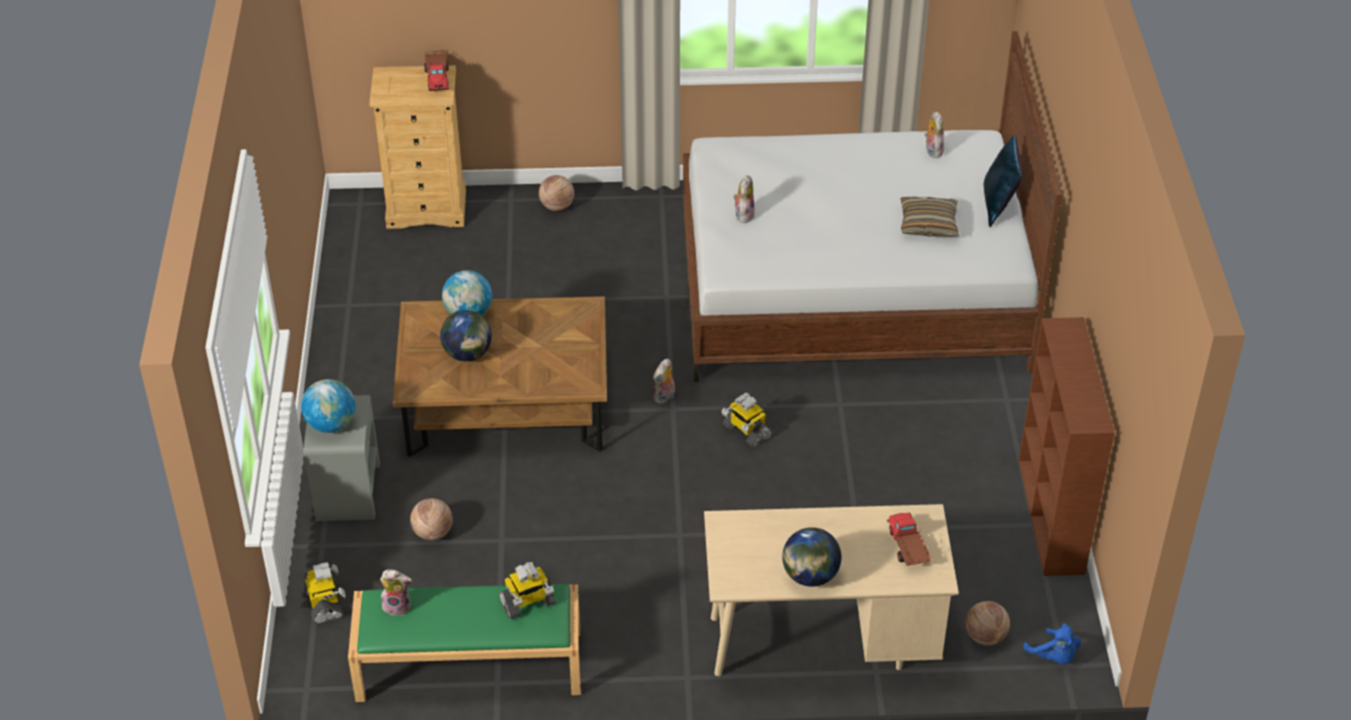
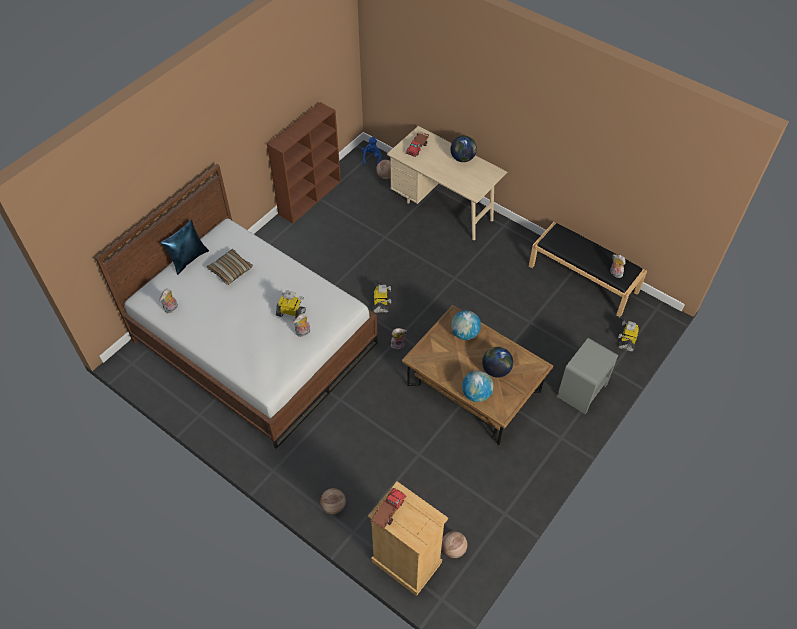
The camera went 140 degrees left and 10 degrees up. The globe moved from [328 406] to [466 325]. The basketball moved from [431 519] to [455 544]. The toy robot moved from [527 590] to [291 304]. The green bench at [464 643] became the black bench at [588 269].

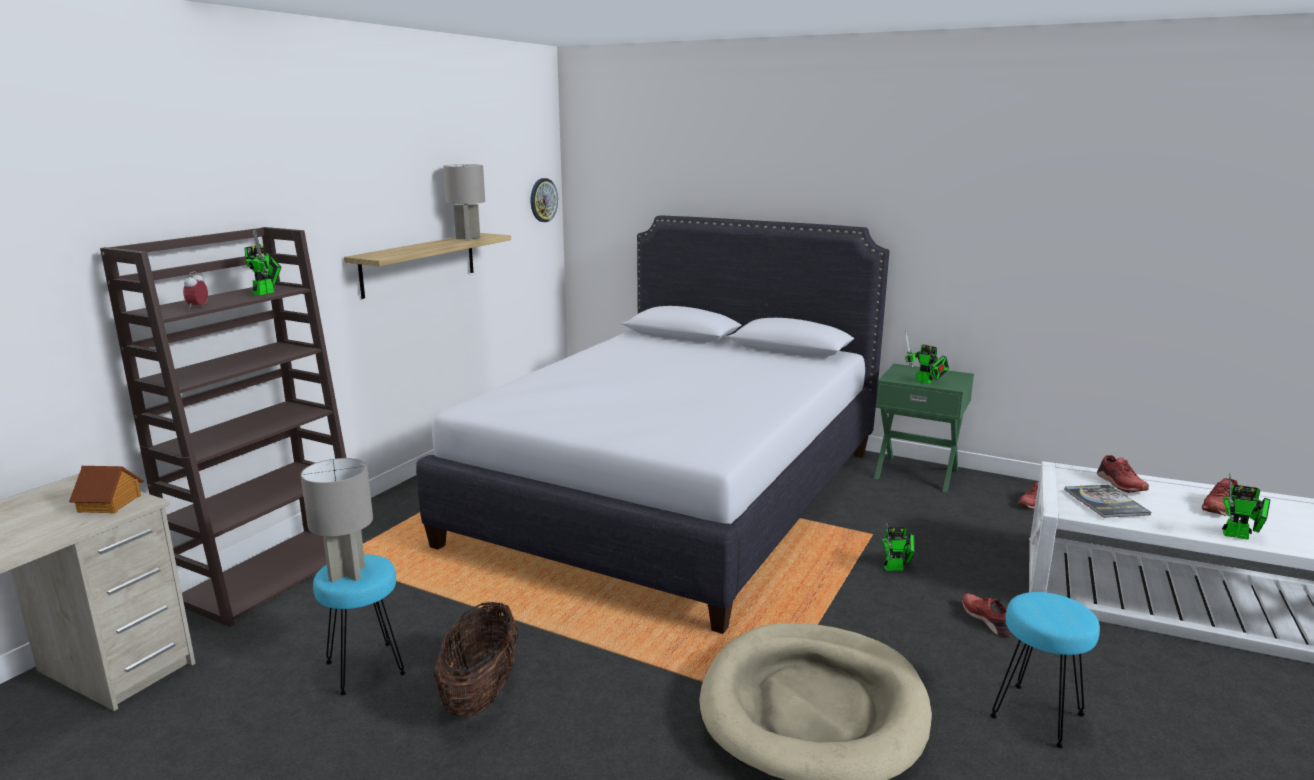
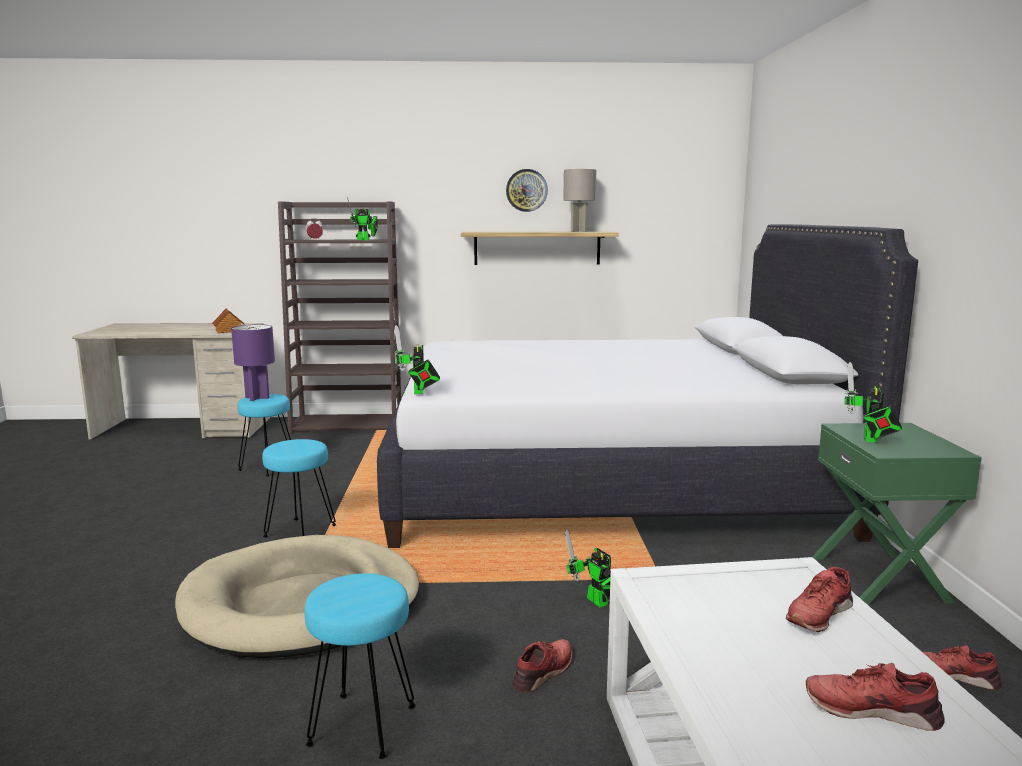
The camera went 60 degrees right and 5 degrees down. The basket at [476 658] disappeared. The book at [1107 501] disappeared. The turquoise stool at [299 488] appeared. The wall clock moved from [544 200] to [527 190]. The toy robot moved from [1246 506] to [417 359]. The grey table lamp at [337 520] became the purple table lamp at [253 362].

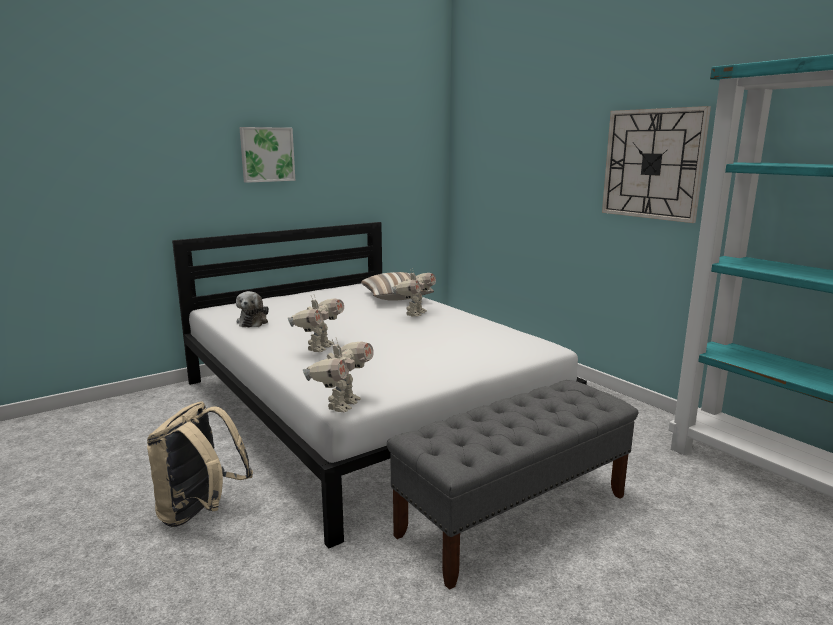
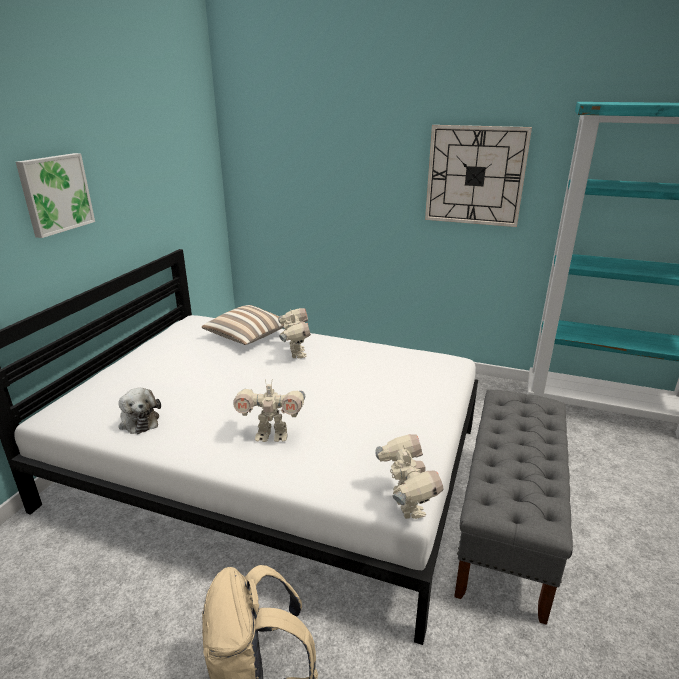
The camera went 35 degrees left and 10 degrees up. The toy robot at [316 323] turned 105 degrees clockwise.

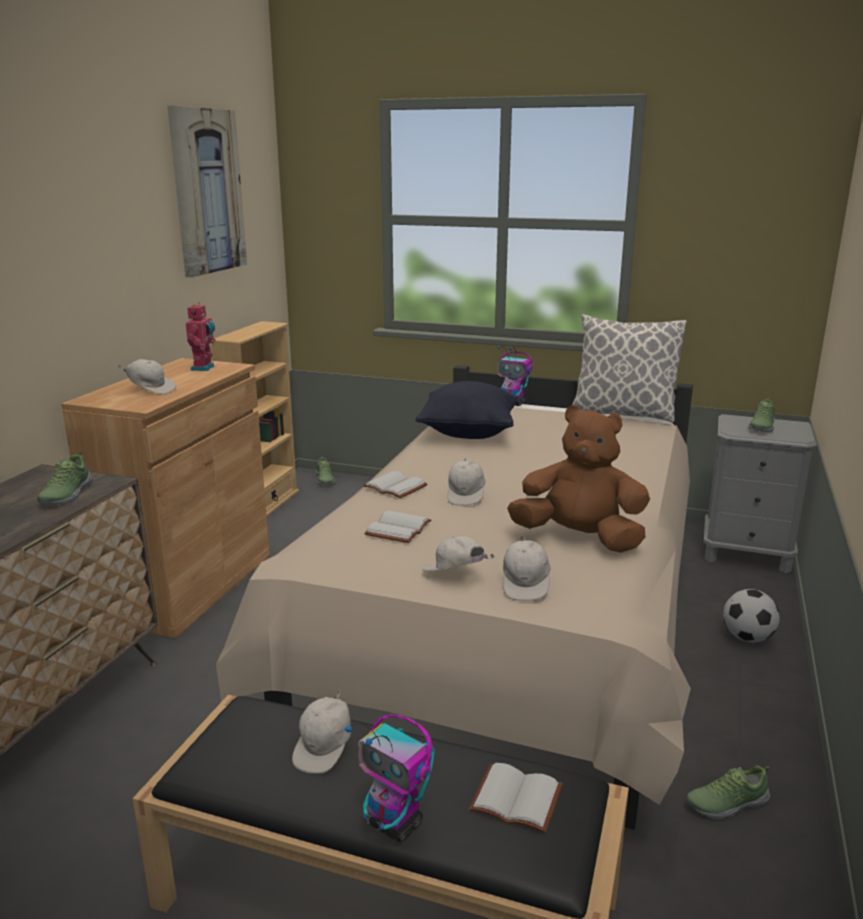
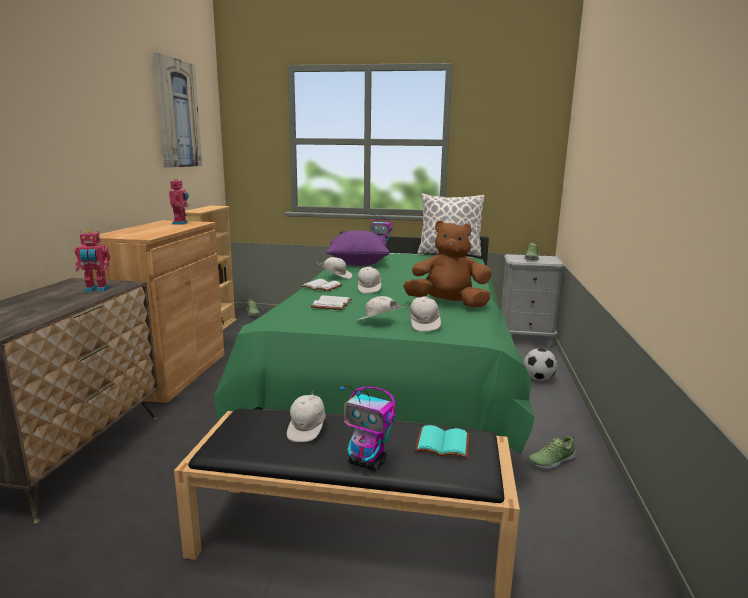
The camera went 10 degrees left and 5 degrees down. The white cap moved from [147 377] to [334 268]. The shoe at [65 478] was replaced by the toy robot at [92 261]. The beige bed at [454 597] became the green bed at [374 342]. The black pillow at [467 410] became the purple pillow at [358 248]. The white book at [515 798] became the turquoise book at [442 441].

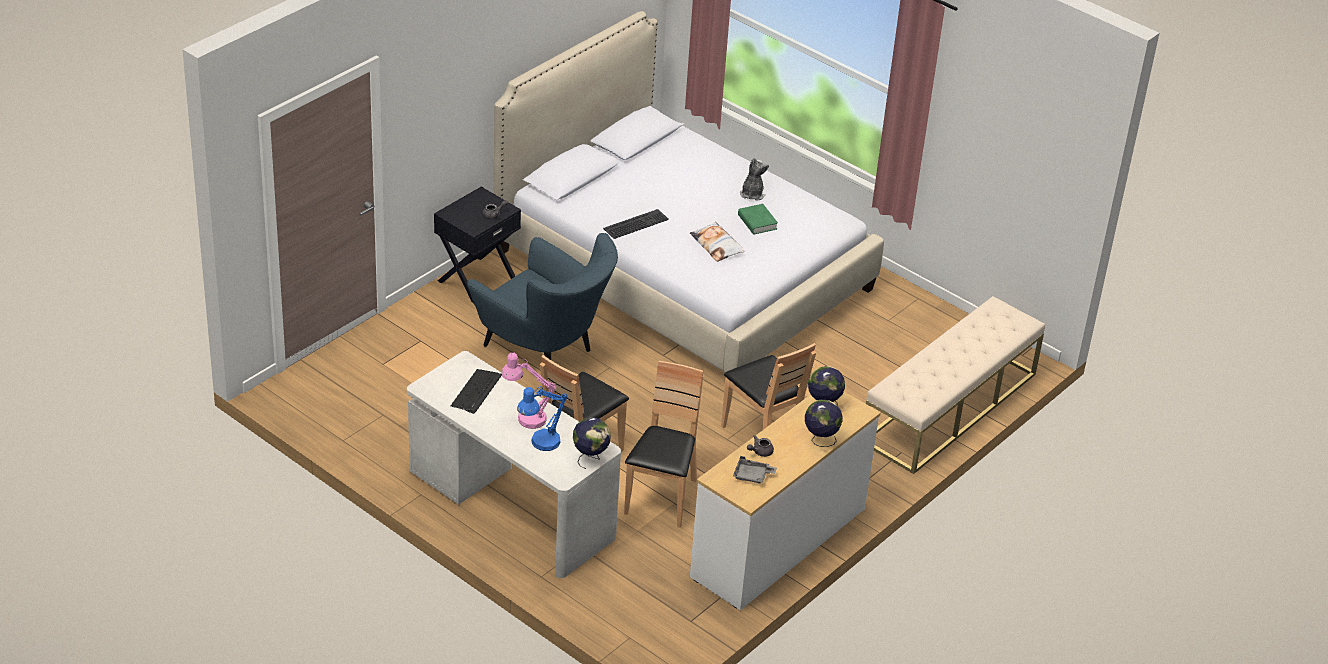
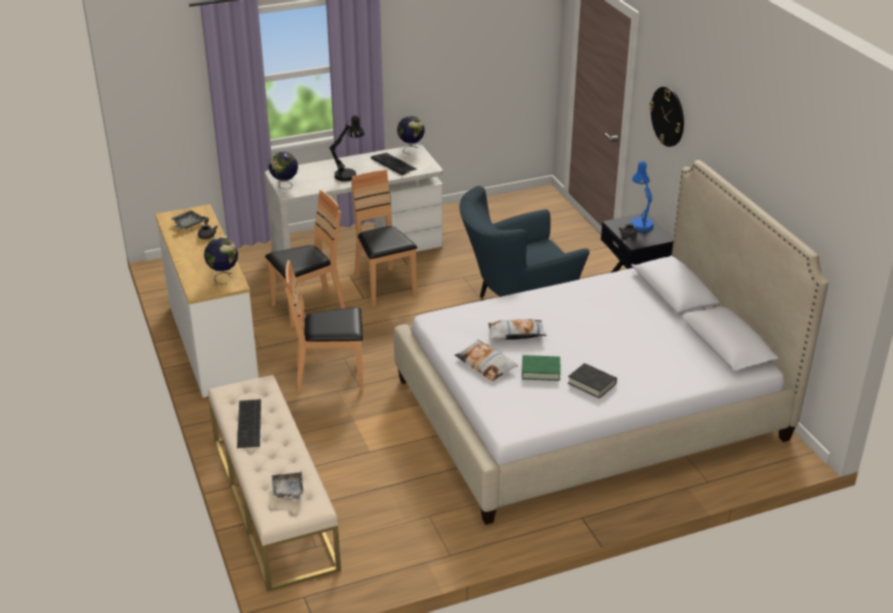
The camera went 120 degrees right and 5 degrees down. The grey tray at [288 486] appeared. The pillow at [486 360] appeared. The wall clock at [666 116] appeared. The blue table lamp moved from [542 418] to [642 196]. The keyboard moved from [636 224] to [249 423]. The globe moved from [824 423] to [411 135]. The plush toy at [754 179] was replaced by the black book at [592 381]. The pink table lamp at [528 391] became the black table lamp at [346 148]. The brown chair at [663 444] turned 75 degrees counterclockwise.

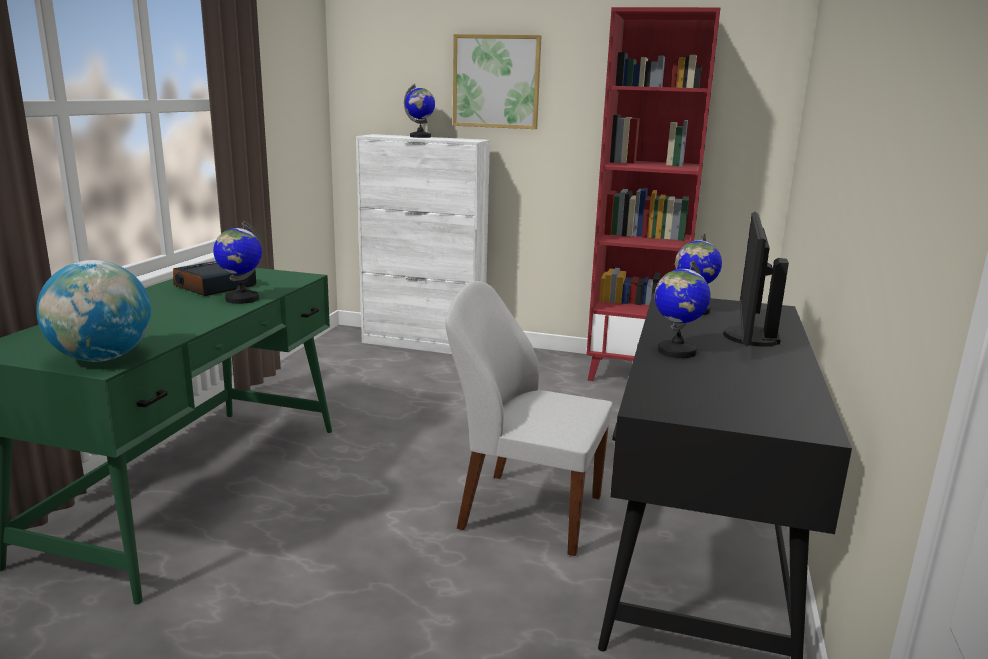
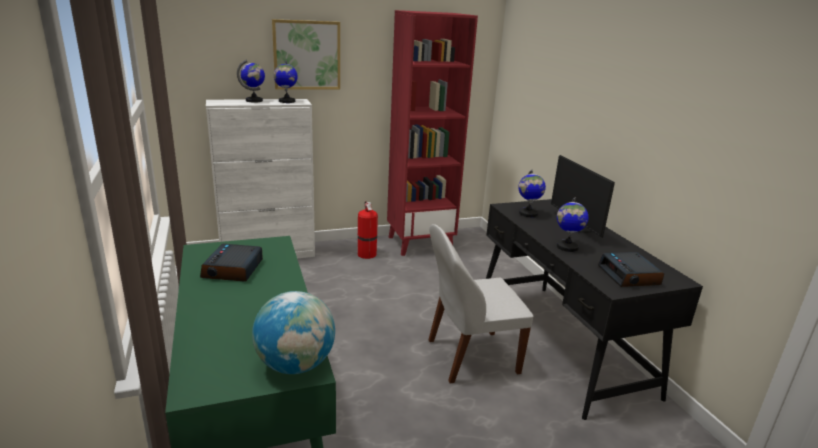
The camera went 35 degrees left and 5 degrees up. The fire extinguisher at [367 230] appeared. The alarm clock at [631 269] appeared. The globe moved from [237 262] to [286 81].

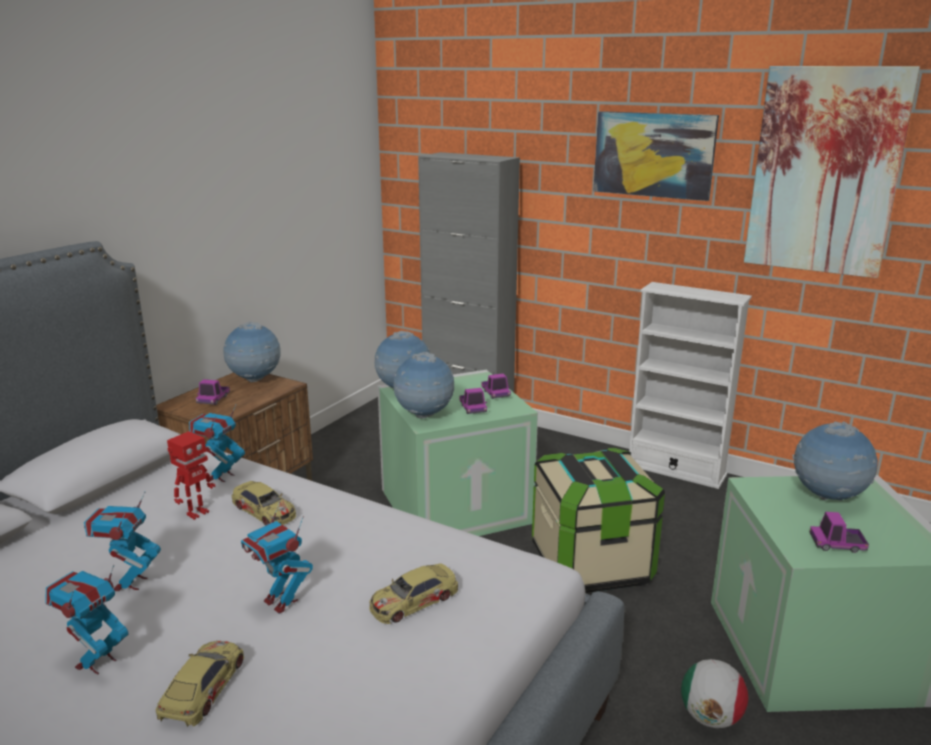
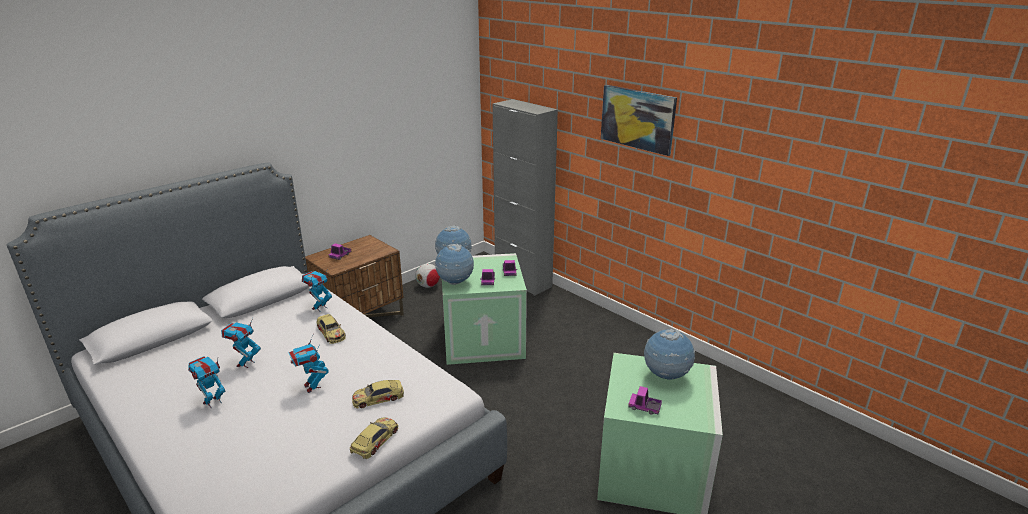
The camera went 15 degrees right and 5 degrees up. The toy robot at [191 475] disappeared. The globe at [252 352] disappeared. The storage box at [598 520] disappeared. The white bookcase at [690 385] disappeared. The picture at [832 172] disappeared. The toy car moved from [200 684] to [374 438]. The football moved from [714 693] to [428 276].

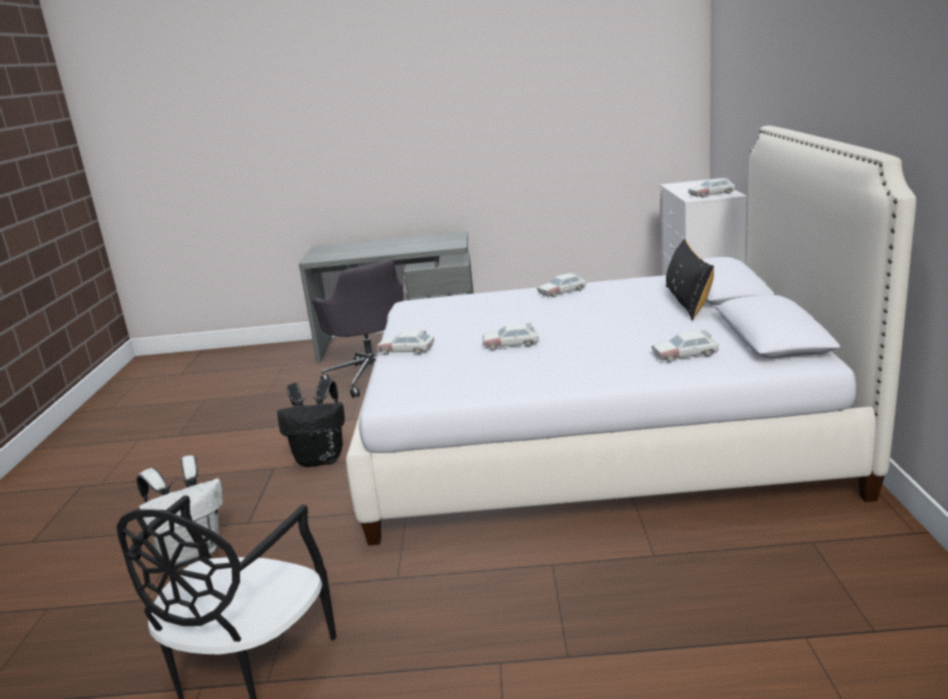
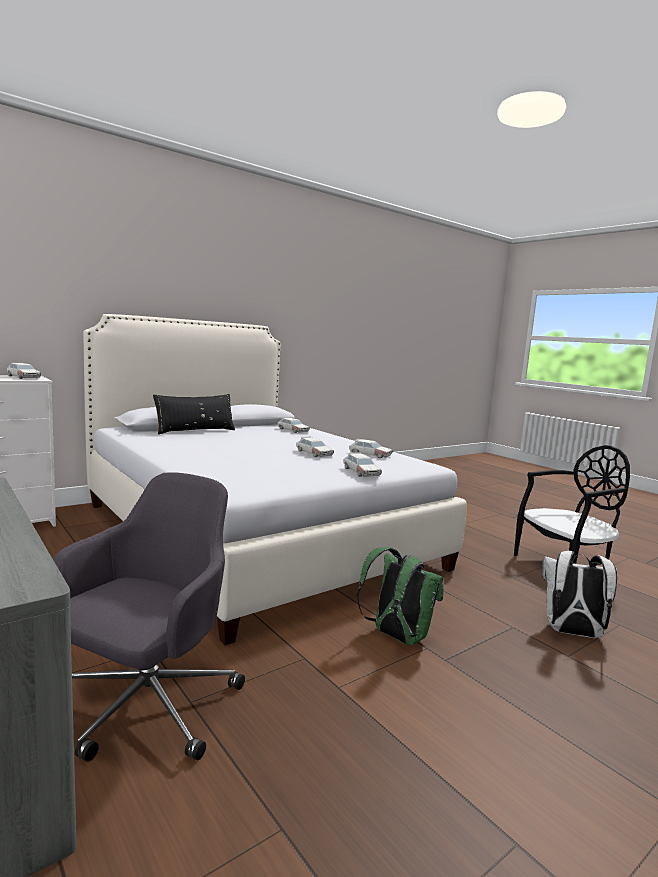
The camera went 130 degrees left and 10 degrees down. The toy car moved from [562 284] to [371 448]. The black backpack at [311 423] became the green backpack at [400 596].

